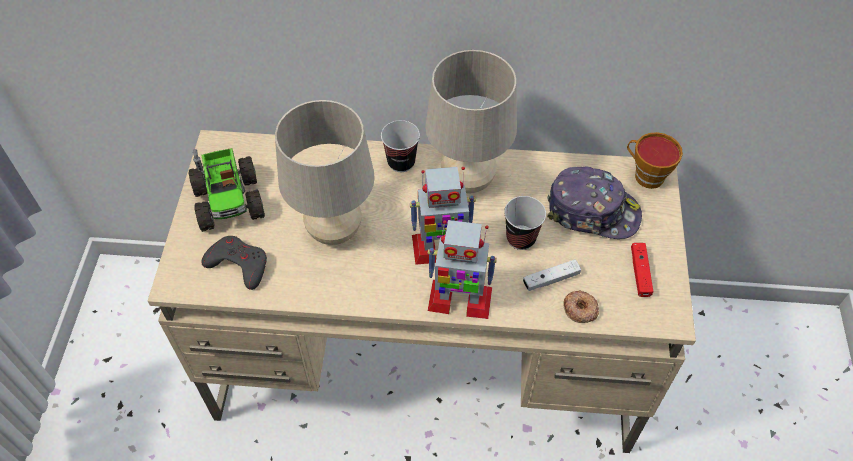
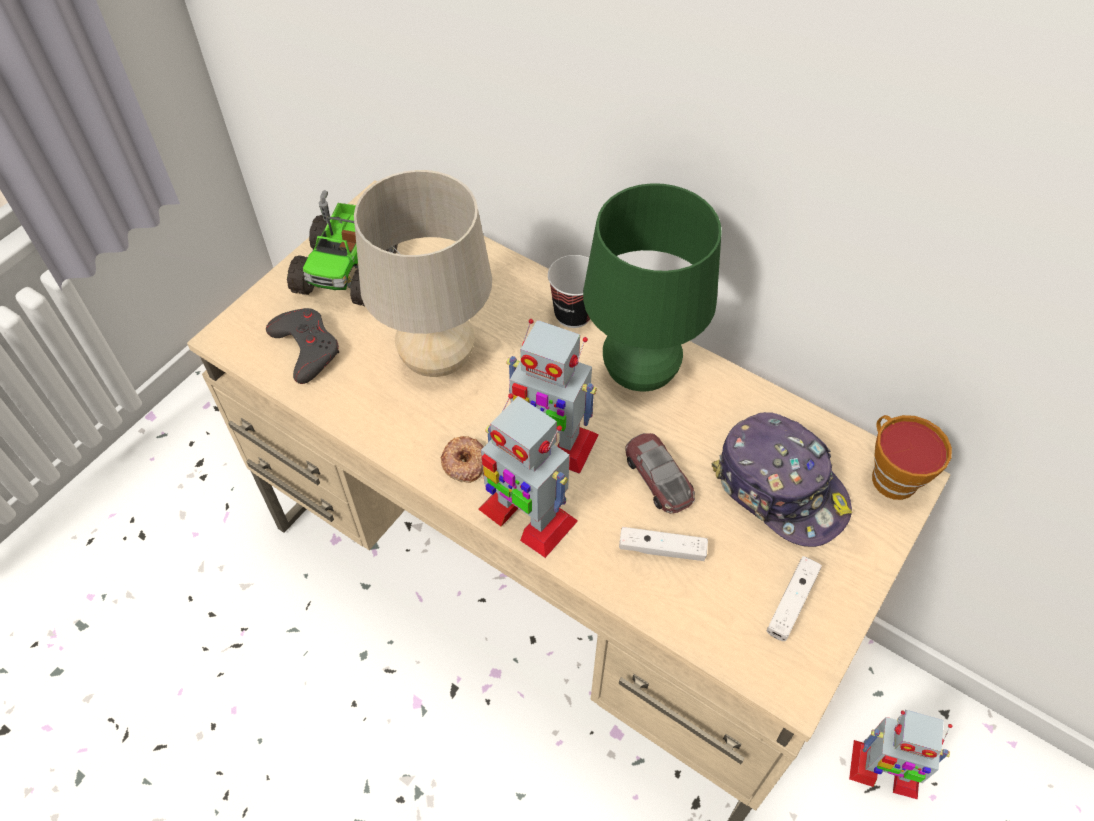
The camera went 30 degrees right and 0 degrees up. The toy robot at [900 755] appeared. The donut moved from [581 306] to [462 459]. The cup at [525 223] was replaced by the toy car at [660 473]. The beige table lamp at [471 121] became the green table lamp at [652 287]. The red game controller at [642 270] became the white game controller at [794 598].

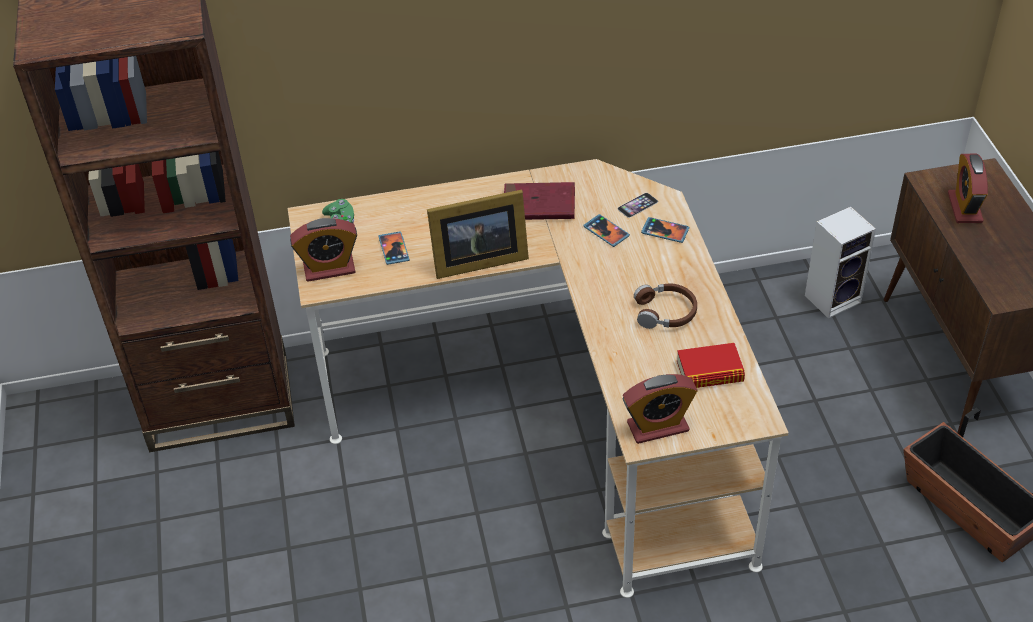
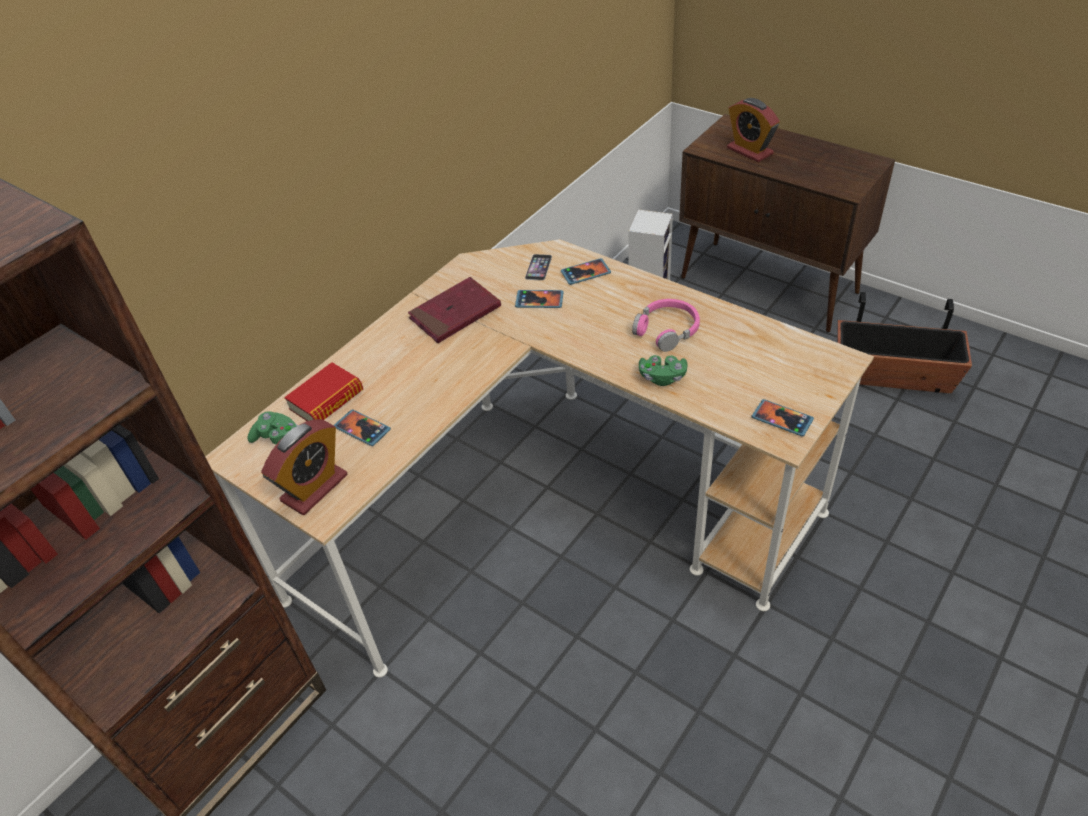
The camera went 40 degrees left and 0 degrees up. The picture frame at [478 234] disappeared. The green game controller at [663 370] appeared. The book moved from [711 365] to [323 391]. The alarm clock at [660 409] was replaced by the phone at [782 417]. The brown headphones at [665 306] became the pink headphones at [666 325].

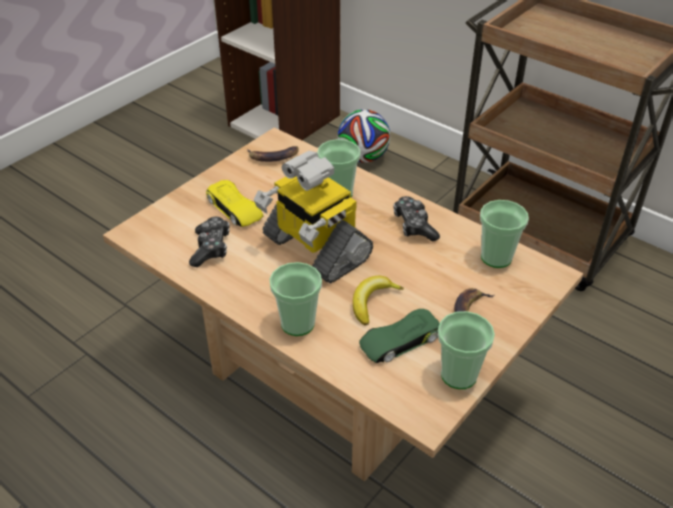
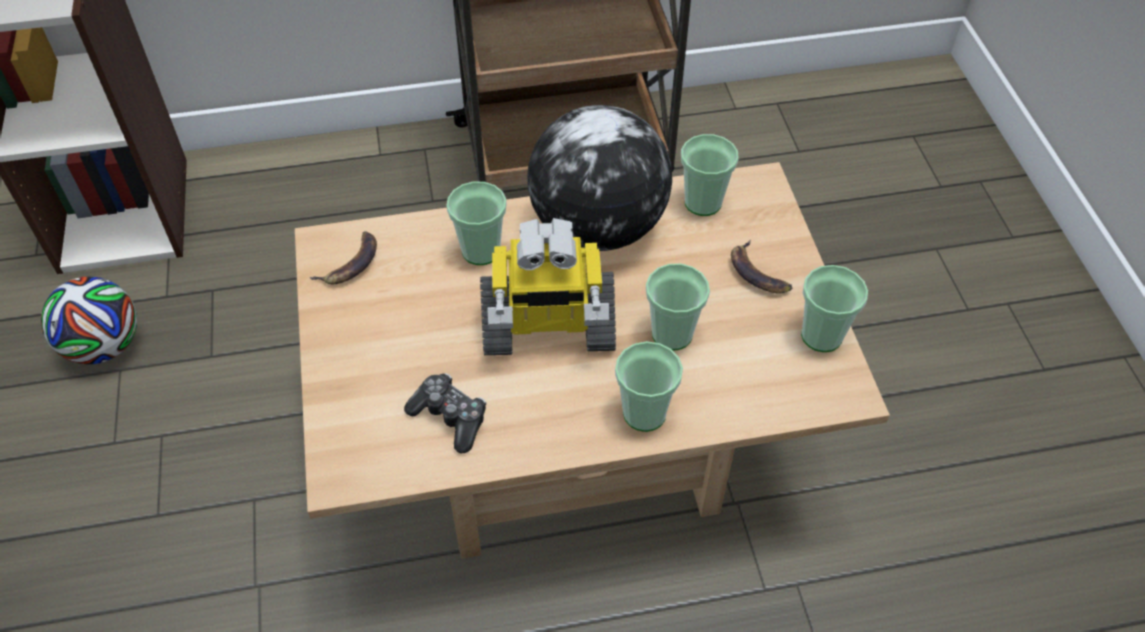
The camera went 50 degrees left and 10 degrees up. The yellow toy car at [234 203] disappeared. The green toy car at [399 336] disappeared. The football moved from [364 136] to [89 320]. The banana at [378 301] was replaced by the cup at [678 306]. The game controller at [416 219] was replaced by the globe at [599 178].

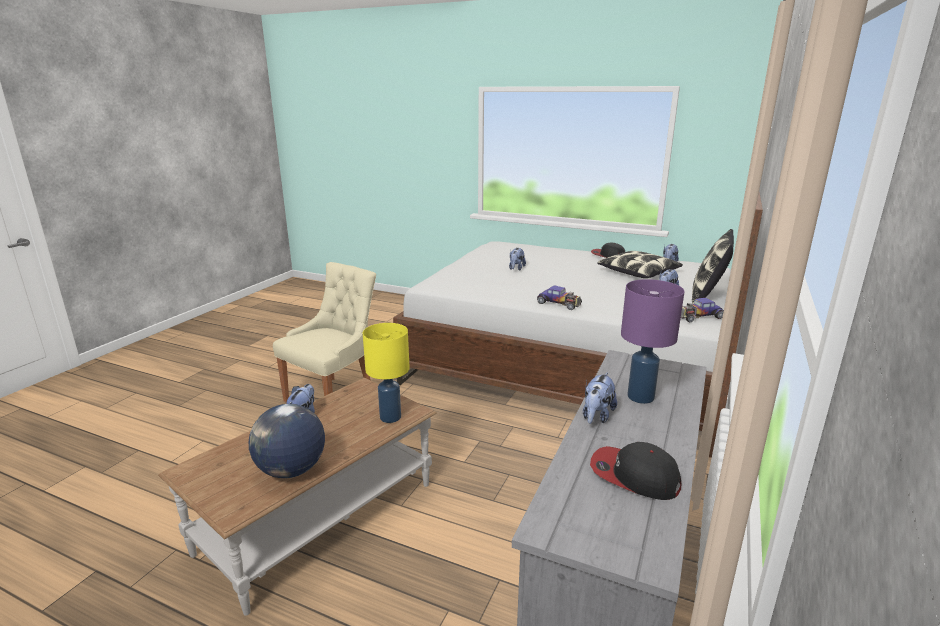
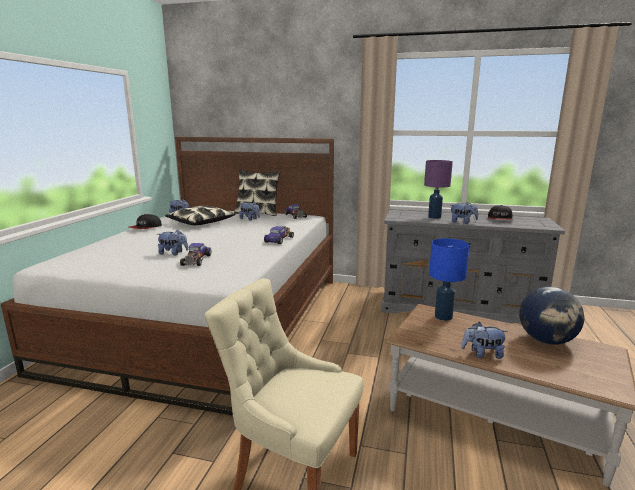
The camera went 100 degrees left and 5 degrees down. The toy car at [195 254] appeared. The yellow table lamp at [386 373] became the blue table lamp at [449 279].

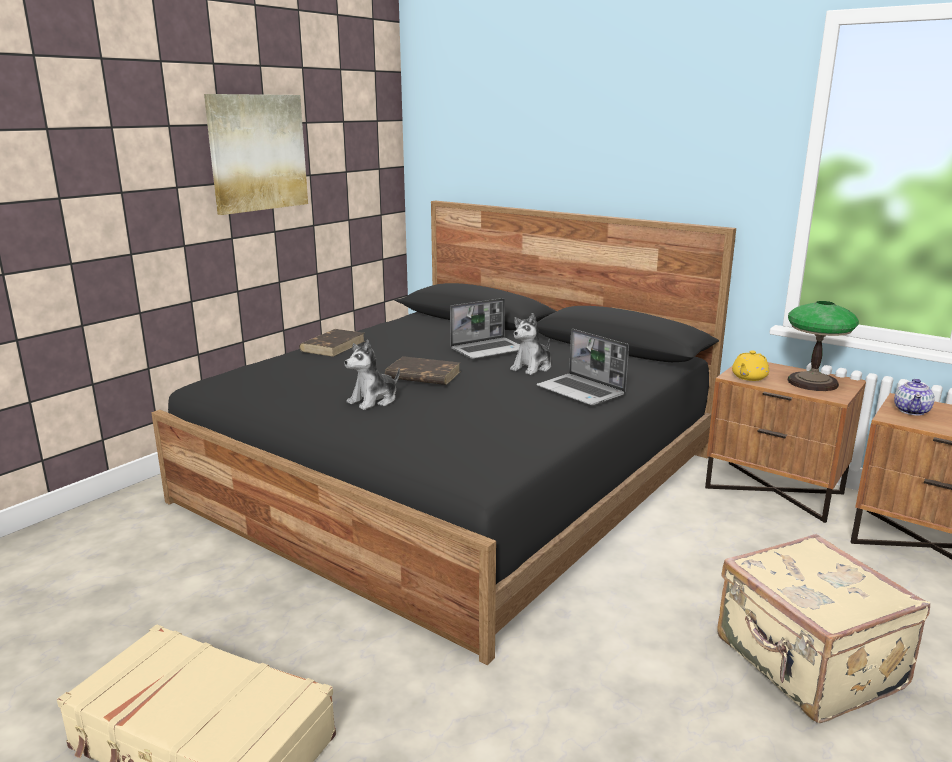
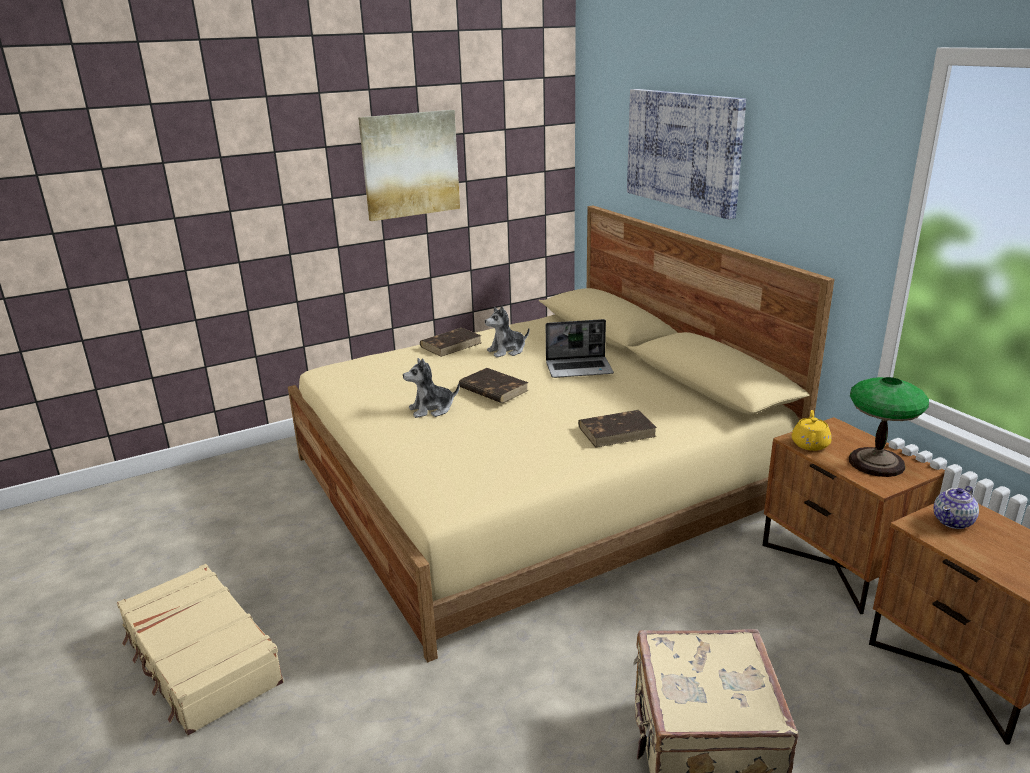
The camera went 25 degrees right and 5 degrees up. The picture at [686 154] appeared. The plush toy moved from [530 344] to [507 332]. The laptop at [582 367] was replaced by the brown book at [617 429]. The black bed at [443 433] became the beige bed at [561 434]. The yellow teapot at [750 366] turned 135 degrees clockwise.

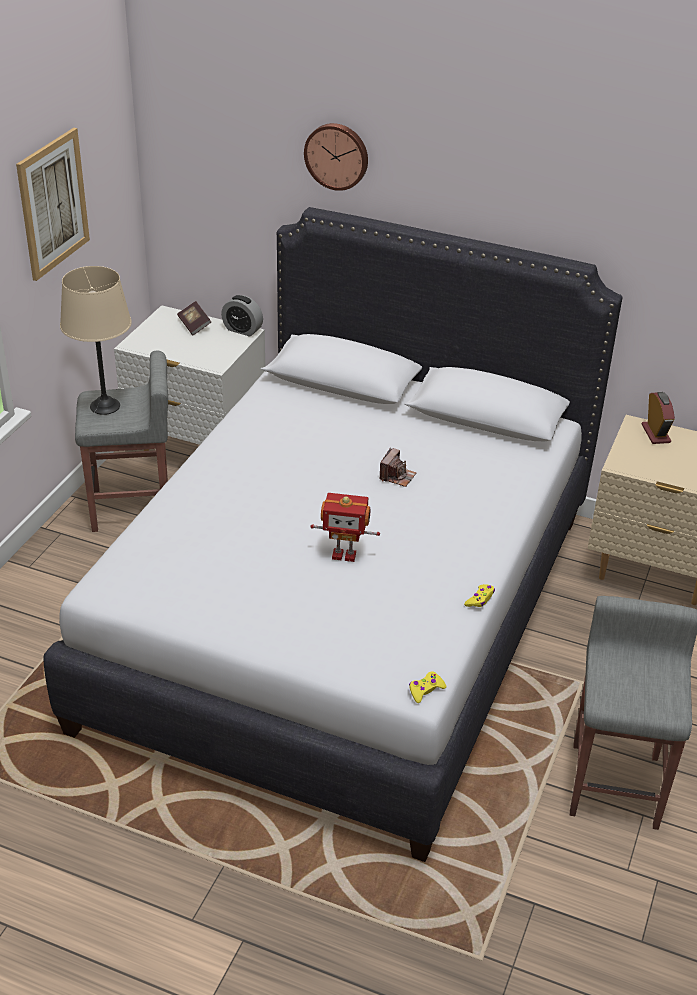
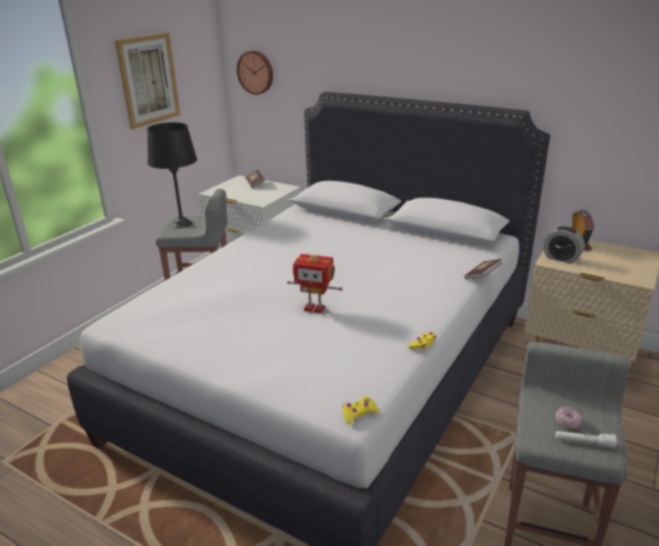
The camera went 10 degrees right and 10 degrees down. The photo camera at [397 467] disappeared. The book at [483 269] appeared. The donut at [569 418] appeared. The white flashlight at [586 439] appeared. The alarm clock moved from [242 316] to [564 245]. The wall clock moved from [336 157] to [255 73]. The beige table lamp at [96 340] became the black table lamp at [172 175].

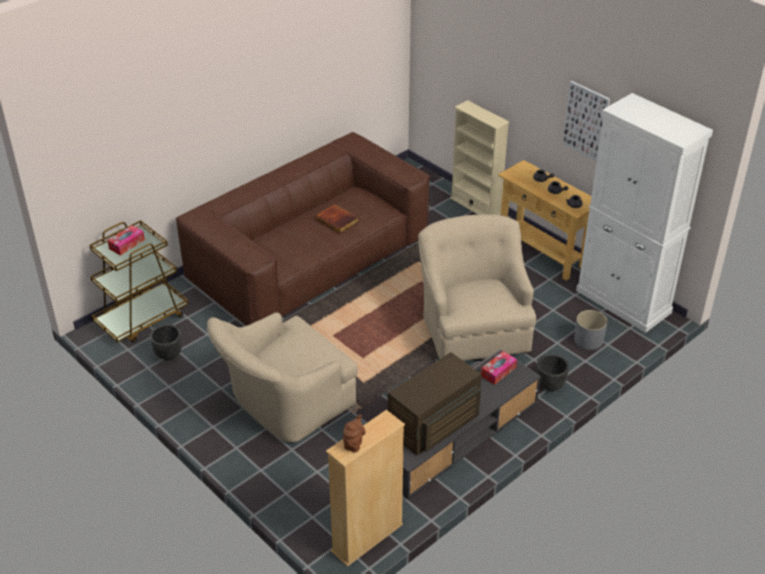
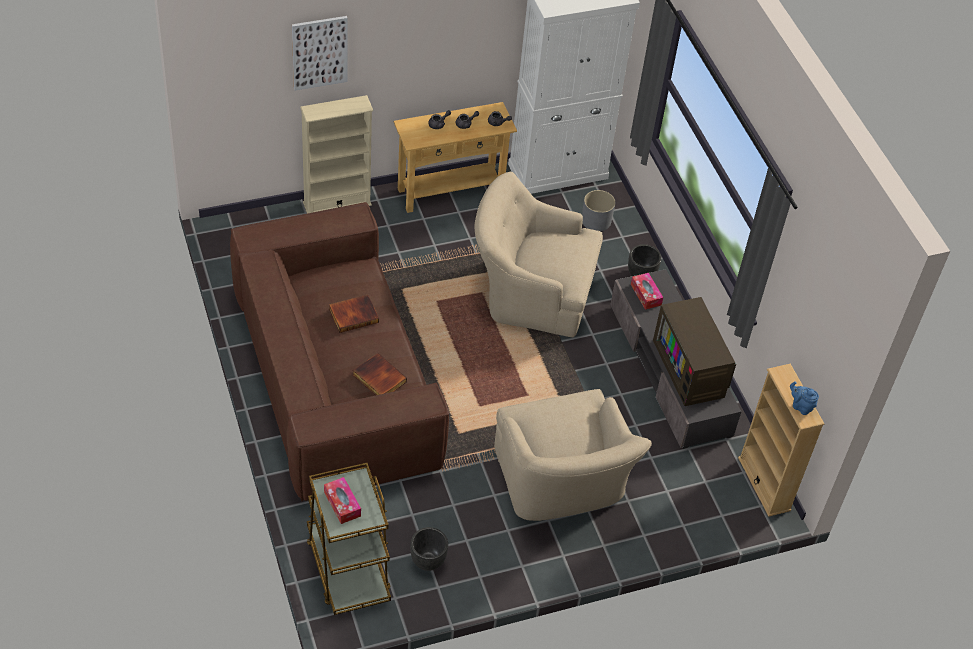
The camera went 70 degrees left and 10 degrees up. The book at [380 374] appeared. The picture moved from [586 121] to [320 53]. The brown teapot at [354 433] became the blue teapot at [804 398].

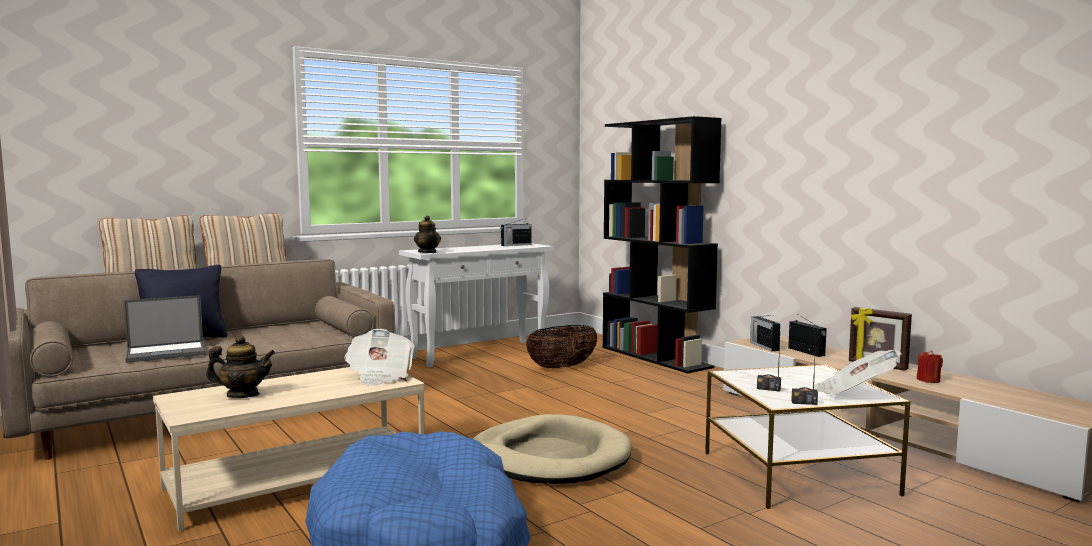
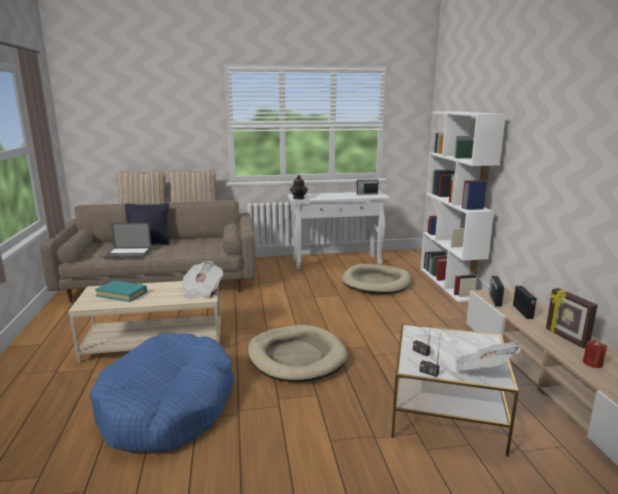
The camera went 25 degrees right and 10 degrees up. The teapot at [240 366] was replaced by the turquoise book at [121 291]. The basket at [561 347] was replaced by the beige dog bed at [376 279]. The black bookcase at [662 244] became the white bookcase at [463 206].

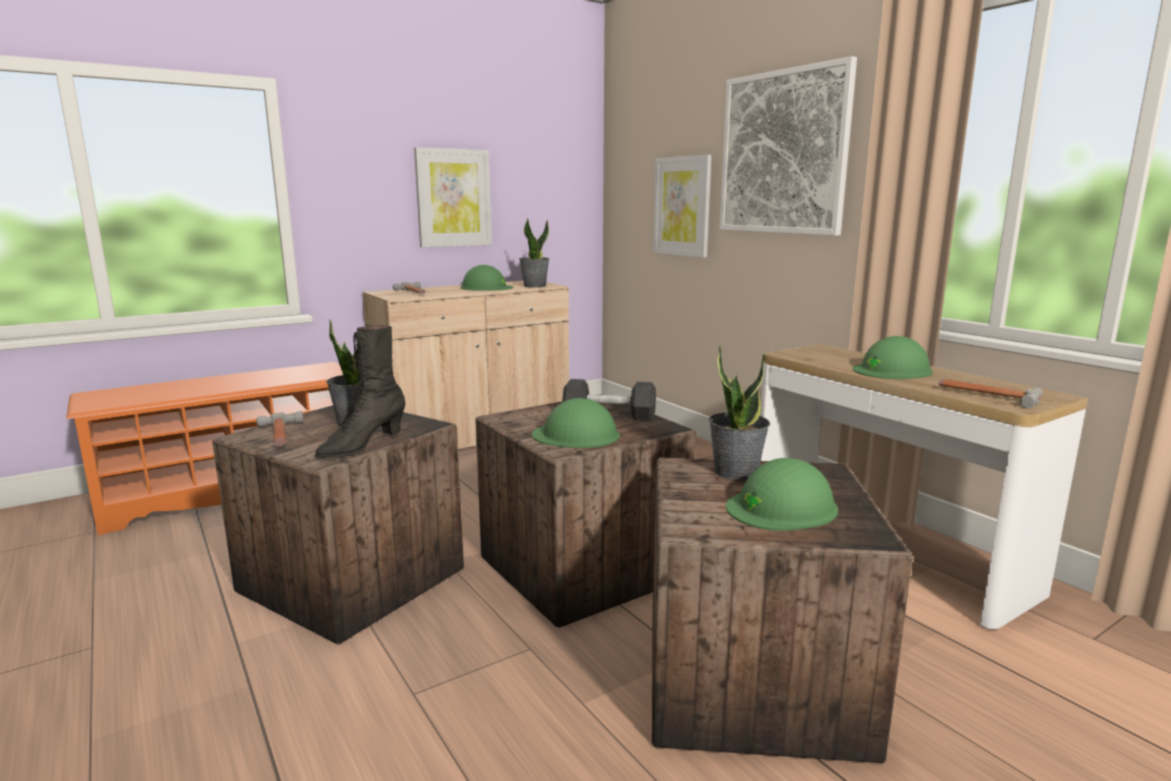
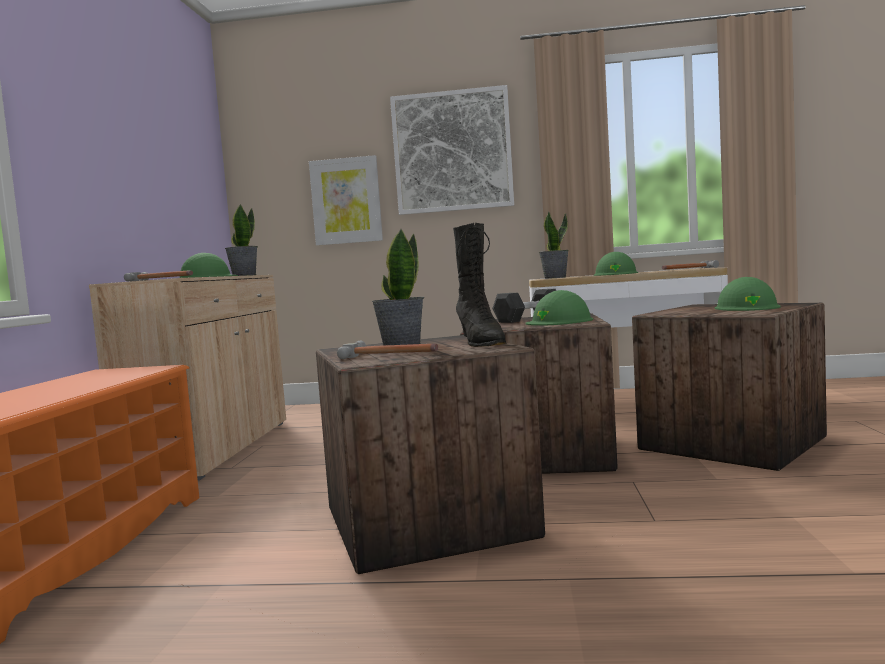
The camera went 50 degrees left and 10 degrees down. The picture at [453 197] disappeared. The potted plant moved from [739 412] to [554 245].

